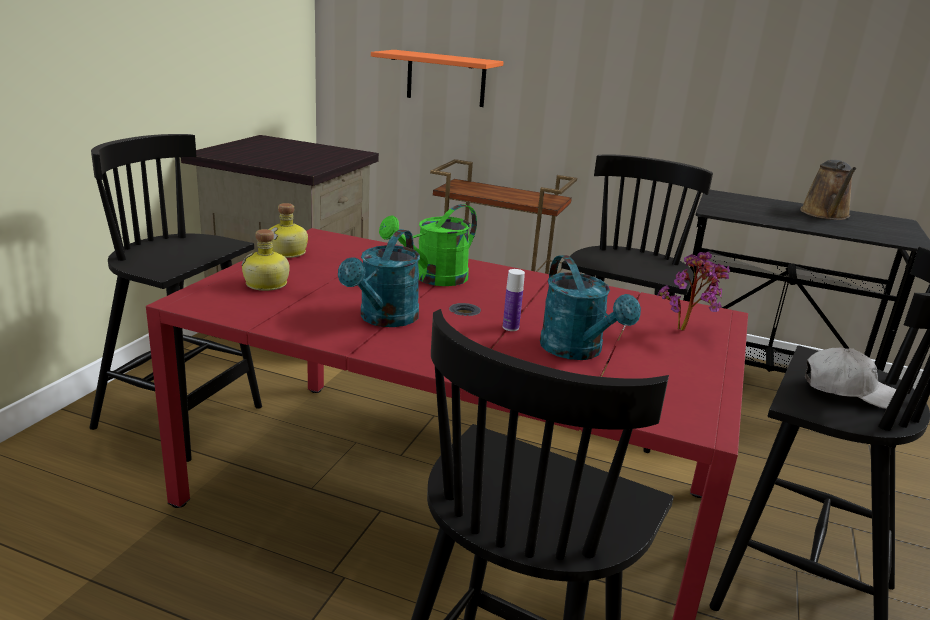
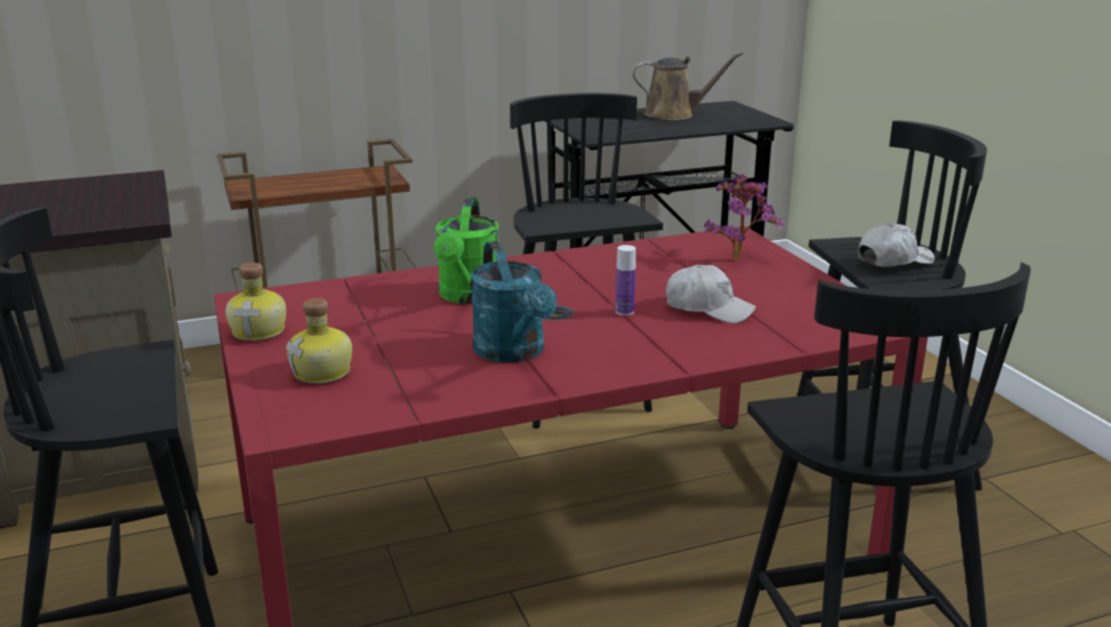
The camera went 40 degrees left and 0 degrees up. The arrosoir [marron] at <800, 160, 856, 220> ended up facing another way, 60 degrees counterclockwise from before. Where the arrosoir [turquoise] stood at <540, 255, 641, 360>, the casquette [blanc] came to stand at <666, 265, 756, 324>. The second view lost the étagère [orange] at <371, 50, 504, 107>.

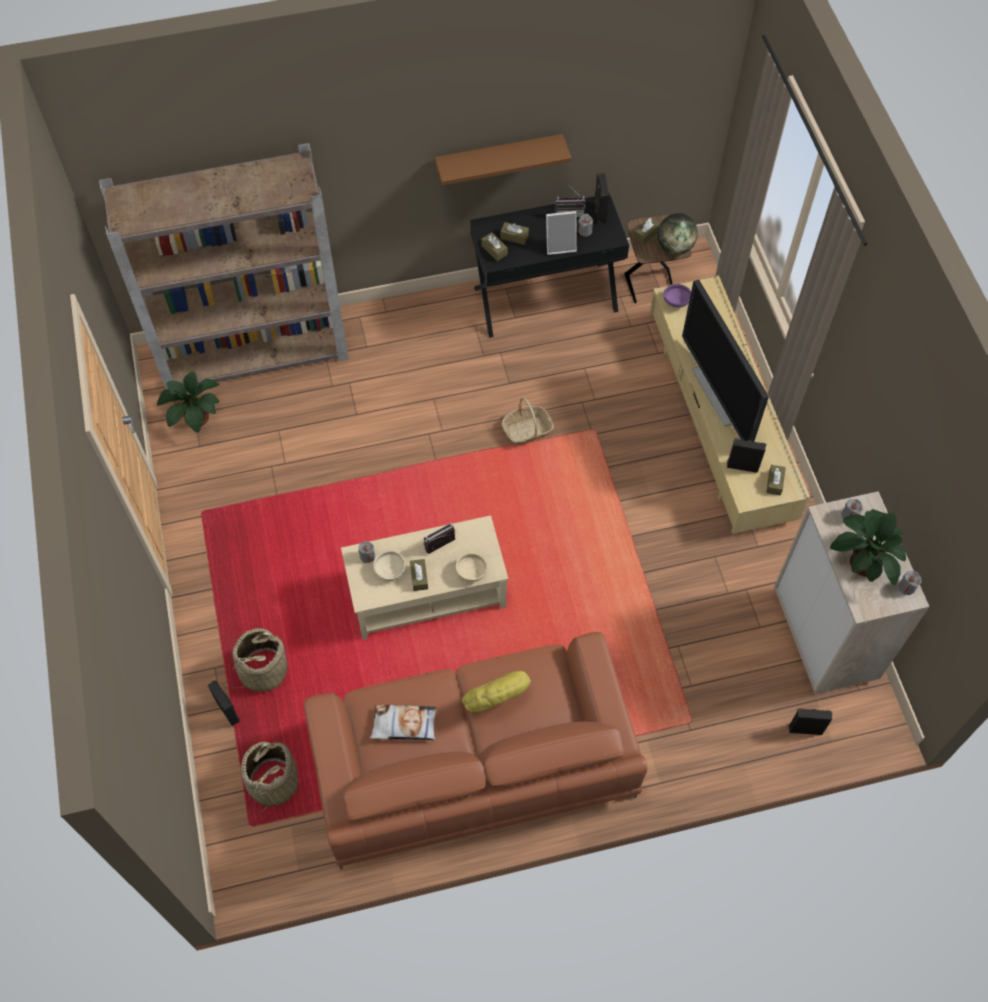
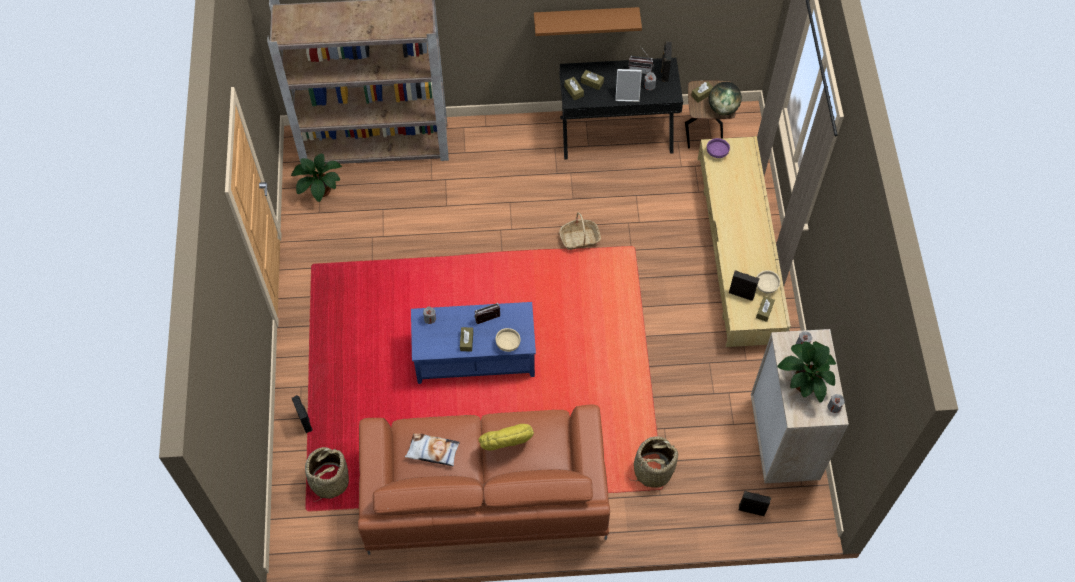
The camera went 10 degrees right and 0 degrees up. What was the table basse [beige] at <341, 515, 508, 640> turned into the table basse [bleu] at <411, 302, 536, 384>. The panier ended up elsewhere, having gone from <228, 628, 288, 692> to <631, 436, 678, 488>. The bol [beige] ended up elsewhere, having gone from <373, 550, 405, 581> to <757, 270, 780, 293>. The second view lost the téléviseur at <682, 280, 769, 442>.

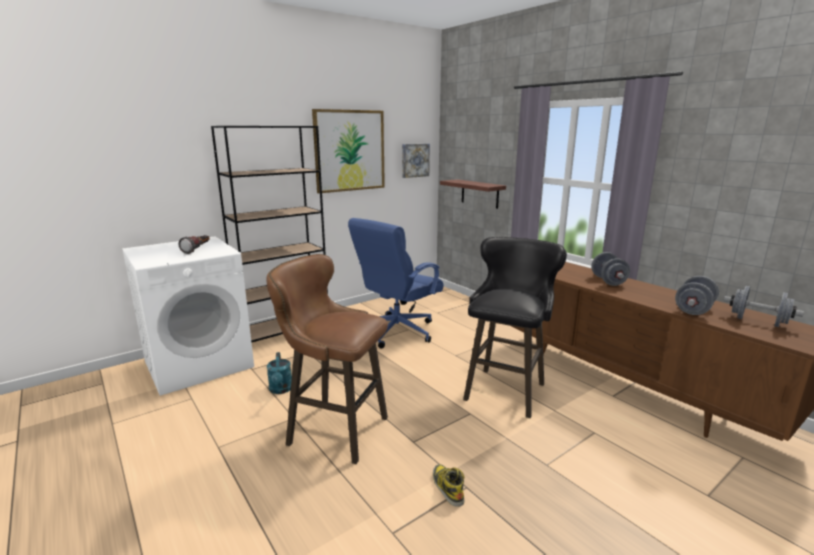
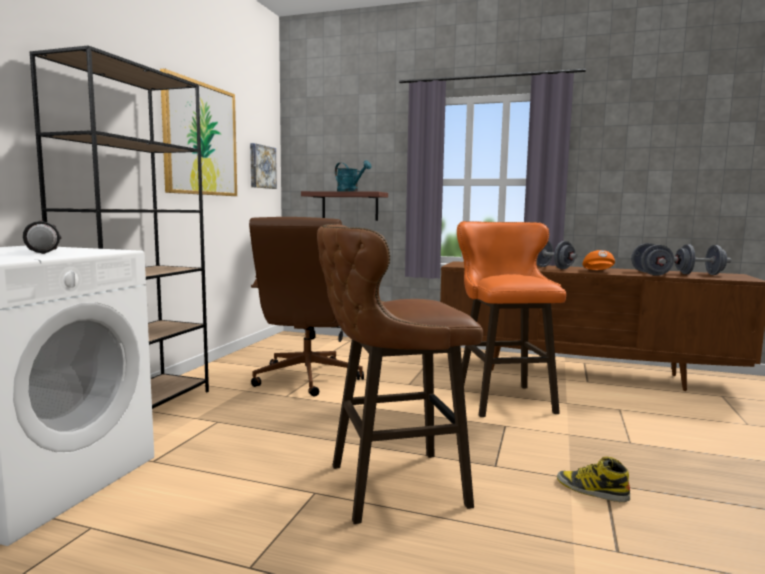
The camera went 35 degrees left and 10 degrees down. What was the chaise de bureau [bleu] at <348, 218, 443, 349> turned into the chaise de bureau [marron] at <249, 217, 364, 397>. The arrosoir [turquoise] ended up elsewhere, having gone from <267, 352, 292, 394> to <335, 160, 371, 192>. What was the tabouret [noir] at <463, 237, 567, 418> turned into the tabouret [orange] at <457, 221, 566, 417>. The second view gained the casquette [orange] at <583, 250, 615, 270>.

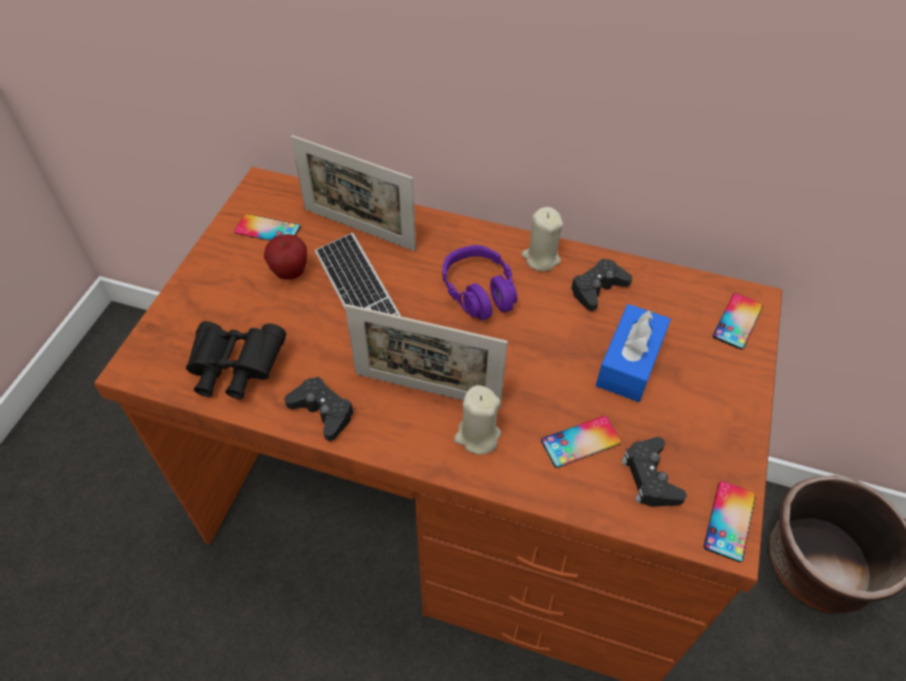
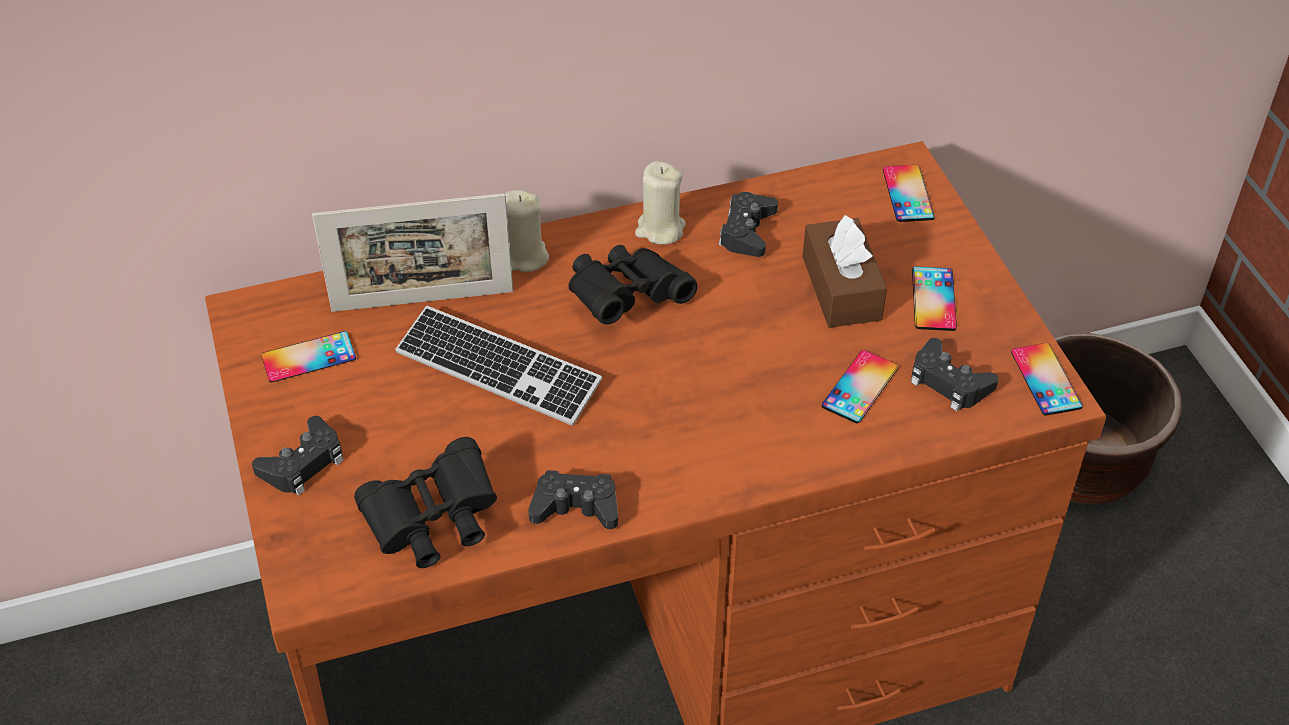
The camera went 35 degrees left and 5 degrees down. The second view gained the manette [noir] at <252, 416, 344, 496>. The bougie [beige] ended up elsewhere, having gone from <454, 385, 501, 454> to <505, 190, 549, 272>. Where the casque audio [violet] stood at <443, 245, 517, 320>, the jumelles [noir] came to stand at <569, 245, 697, 325>. What was the boîte à mouchoirs [bleu] at <596, 304, 671, 402> turned into the boîte à mouchoirs [marron] at <802, 215, 887, 328>. The second view gained the téléphone at <912, 267, 957, 331>. The second view lost the pomme at <264, 234, 307, 280>. The second view lost the cadre photo at <345, 304, 508, 409>.

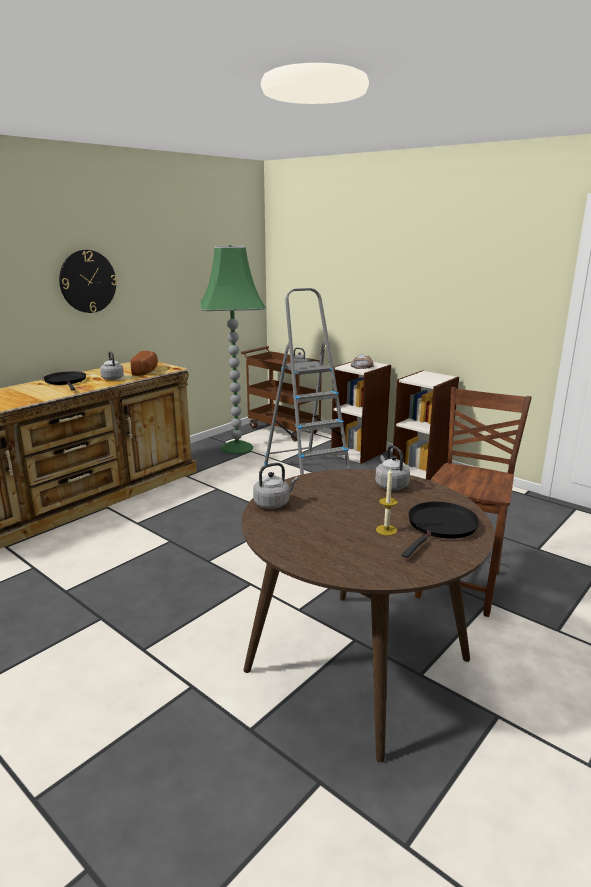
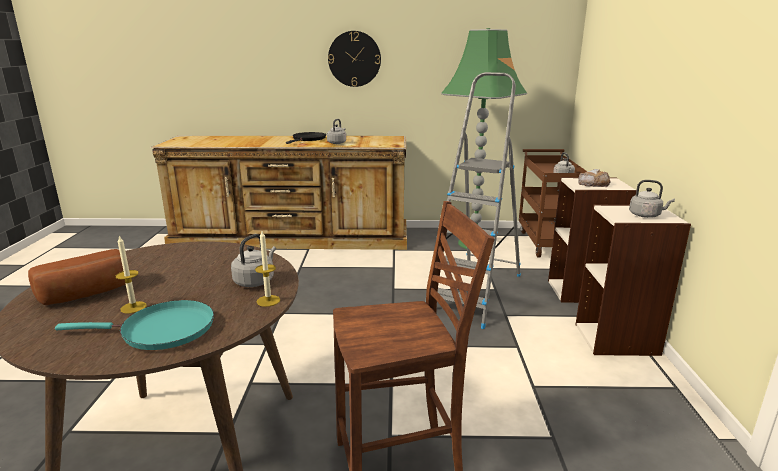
The camera went 50 degrees right and 0 degrees up. The pain ended up elsewhere, having gone from <130, 351, 158, 376> to <28, 249, 125, 305>. What was the poêle [noir] at <402, 501, 480, 558> turned into the poêle [turquoise] at <55, 300, 214, 350>. The second view gained the bougie at <255, 231, 280, 307>. The bouilloire [gris] ended up elsewhere, having gone from <253, 463, 298, 509> to <629, 180, 675, 218>.

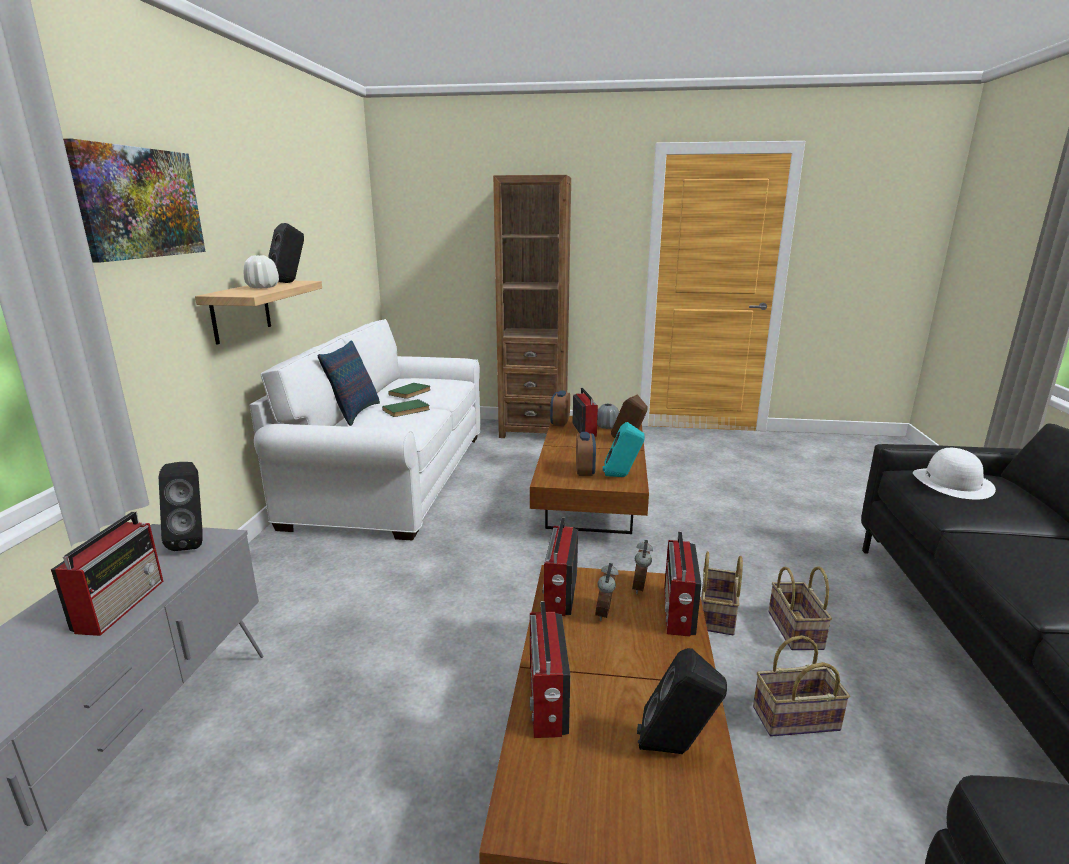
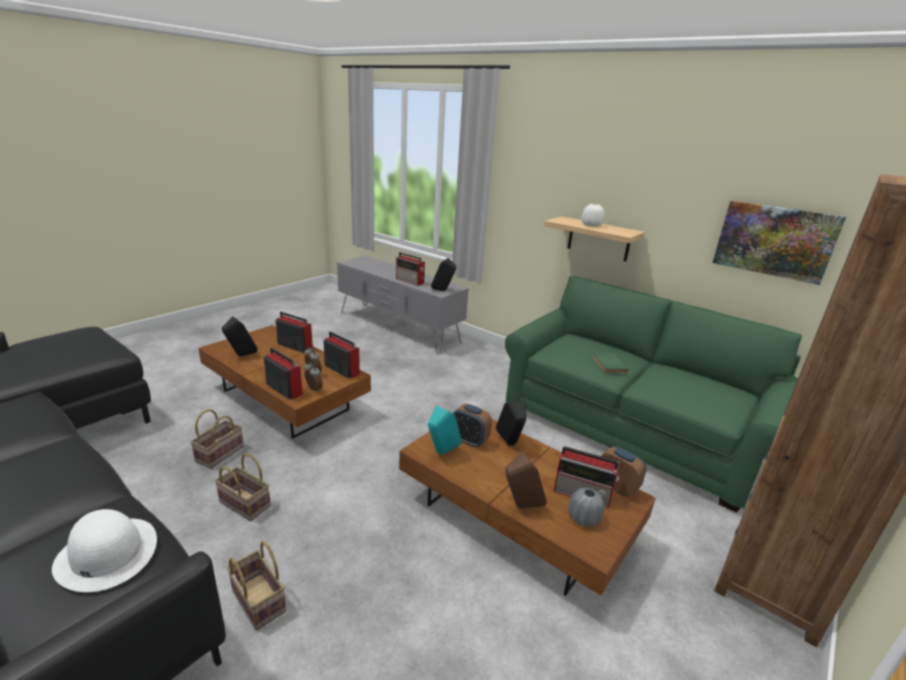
The camera went 120 degrees right and 5 degrees up. The panier ended up elsewhere, having gone from <701, 551, 743, 635> to <227, 541, 286, 630>. The enceinte [noir] ended up elsewhere, having gone from <268, 223, 304, 283> to <496, 401, 526, 446>. What was the canapé [blanc] at <250, 319, 480, 541> turned into the canapé [vert] at <505, 276, 802, 513>. The tableau ended up elsewhere, having gone from <63, 138, 206, 263> to <712, 201, 846, 285>. The second view lost the coussin [bleu] at <318, 341, 380, 426>. The second view lost the livre [vert] at <388, 383, 430, 399>.

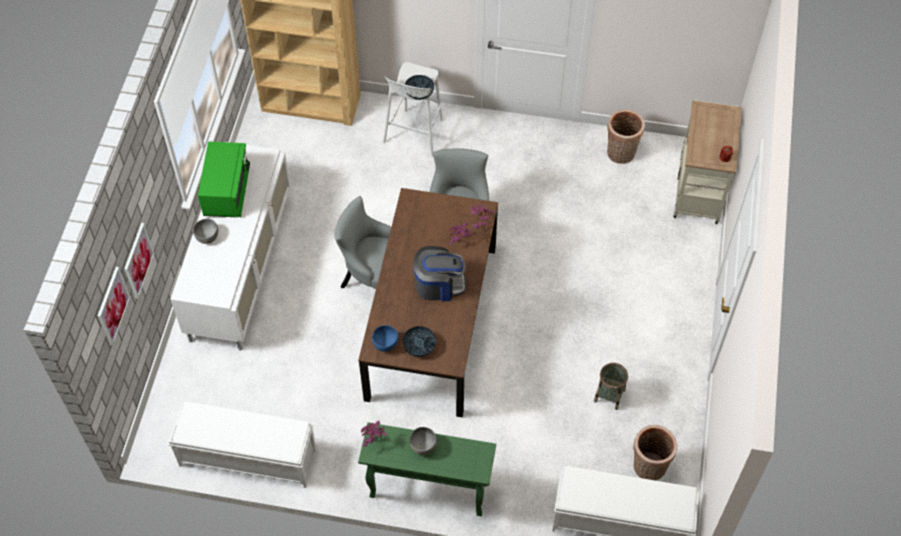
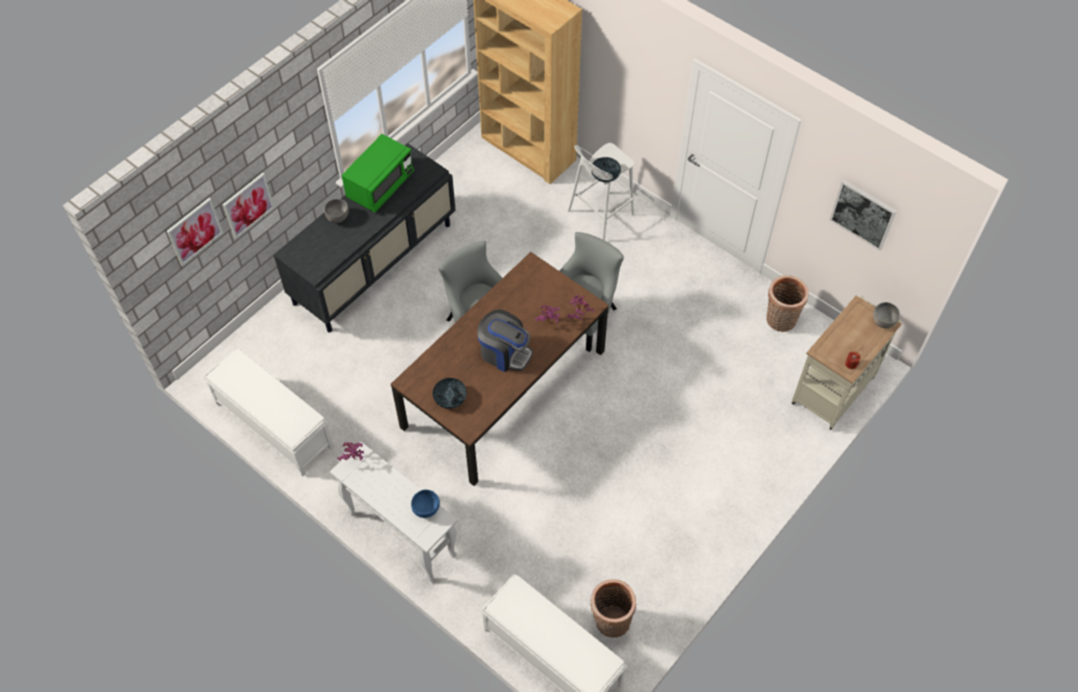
The camera went 30 degrees right and 0 degrees up. What was the meuble de rangement [blanc] at <170, 145, 291, 351> turned into the meuble de rangement [noir] at <274, 143, 456, 332>. What was the table console [vert] at <358, 422, 496, 516> turned into the table console [blanc] at <330, 442, 458, 582>. The bol [bleu] ended up elsewhere, having gone from <372, 325, 398, 352> to <411, 490, 440, 518>. The second view gained the tableau at <830, 180, 897, 251>. The bol [gris] ended up elsewhere, having gone from <409, 427, 437, 455> to <873, 302, 900, 328>. The second view lost the panier at <594, 363, 628, 410>.

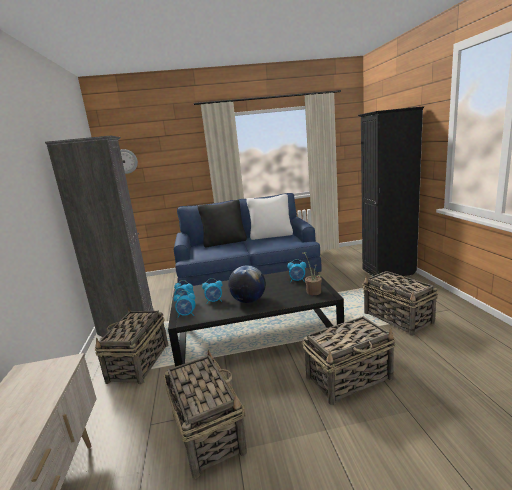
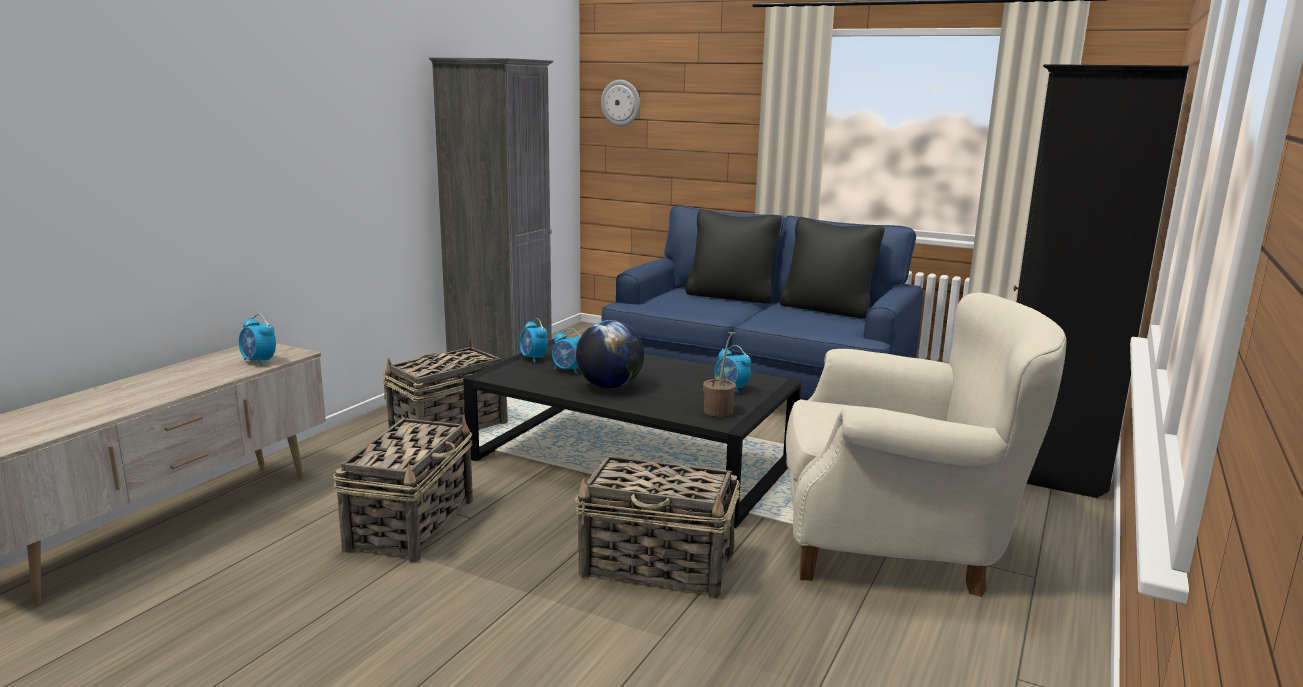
The camera went 35 degrees right and 0 degrees up. The réveil ended up elsewhere, having gone from <174, 290, 195, 317> to <239, 314, 276, 366>. What was the coussin [blanc] at <246, 194, 293, 240> turned into the coussin [noir] at <779, 217, 885, 319>. Where the panier stood at <362, 271, 438, 336>, the fauteuil [beige] came to stand at <786, 292, 1066, 597>.

